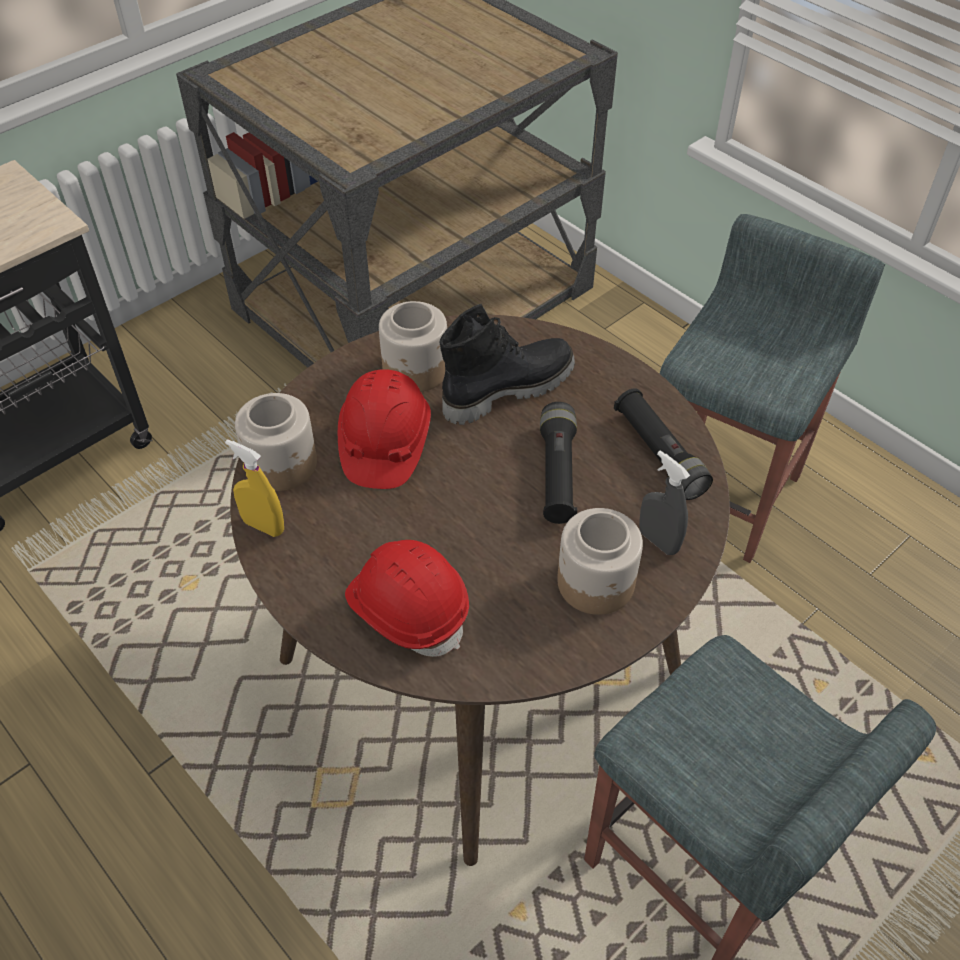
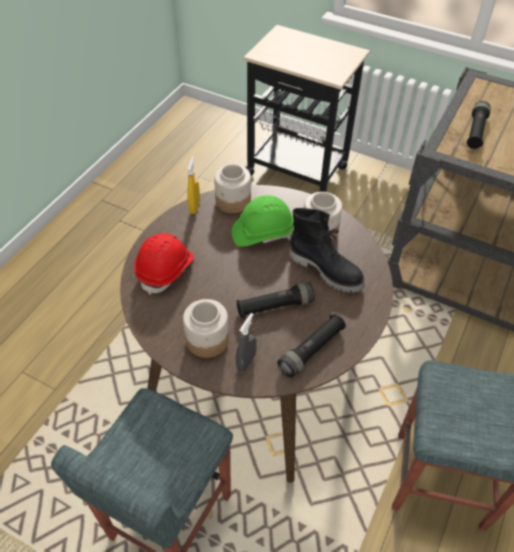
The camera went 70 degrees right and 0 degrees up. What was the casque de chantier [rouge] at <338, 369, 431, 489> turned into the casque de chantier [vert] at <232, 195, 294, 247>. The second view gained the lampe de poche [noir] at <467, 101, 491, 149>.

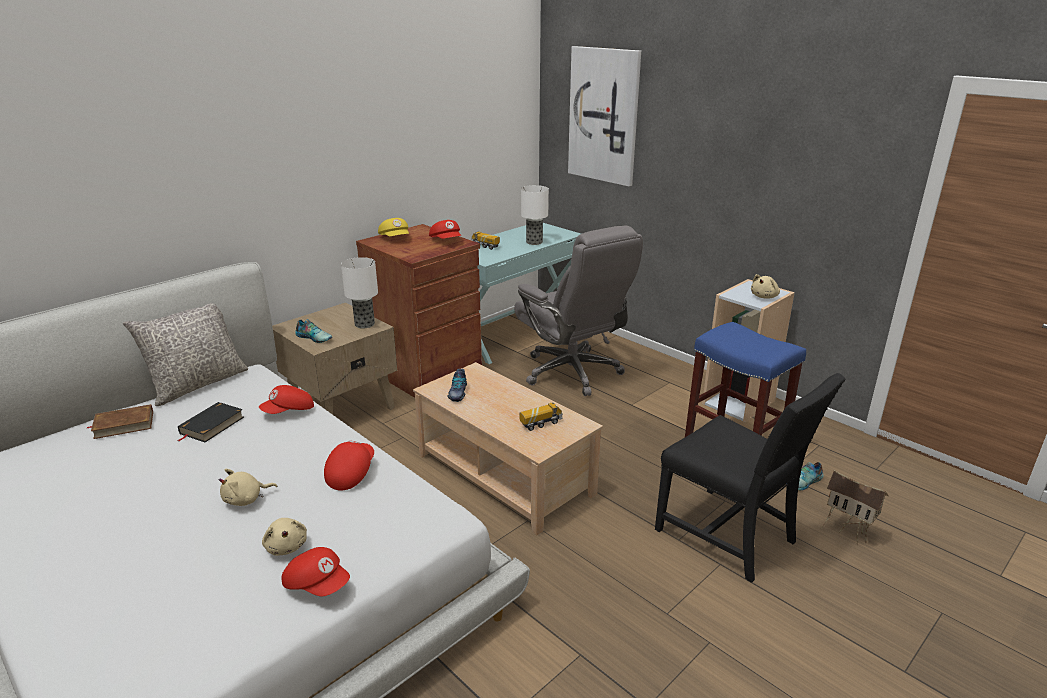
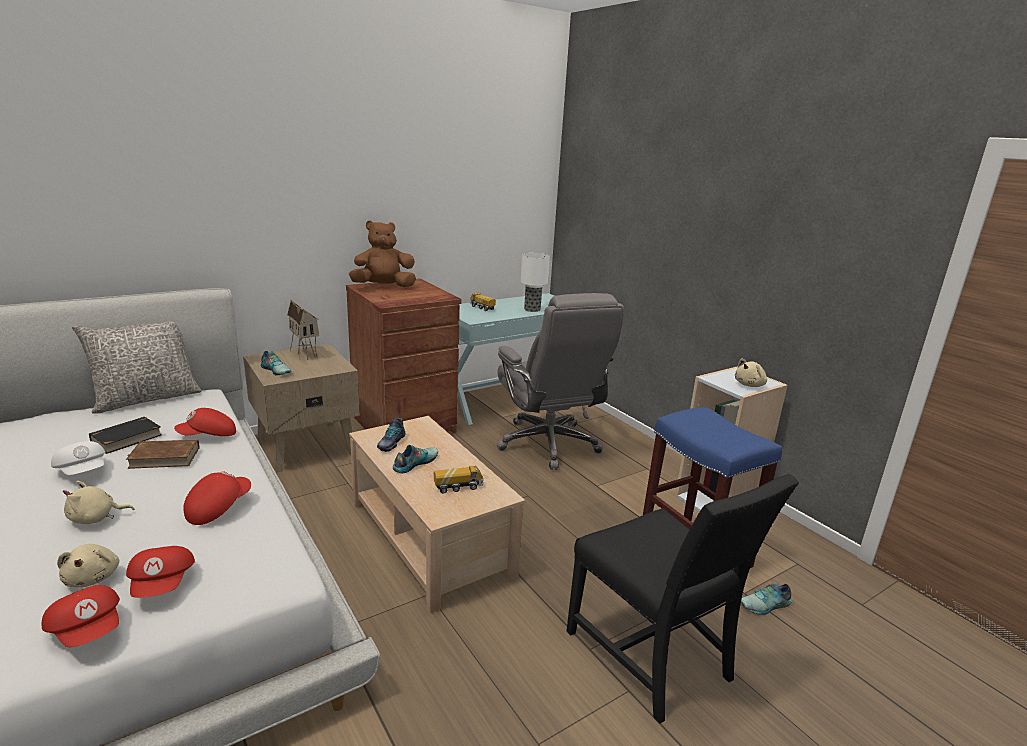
The camera went 10 degrees right and 5 degrees down. The second view gained the casquette [blanc] at <51, 441, 105, 475>. The livre [marron] ended up elsewhere, having gone from <87, 404, 153, 439> to <126, 439, 199, 469>. The casquette [rouge] ended up elsewhere, having gone from <429, 220, 461, 239> to <126, 546, 195, 598>. The maison miniature ended up elsewhere, having gone from <821, 470, 889, 545> to <287, 300, 319, 360>. Where the casquette [jaune] stood at <378, 218, 409, 236>, the peluche [marron] came to stand at <349, 220, 416, 287>. The second view gained the chaussure at <393, 445, 438, 473>. The second view lost the lampe de table at <341, 257, 378, 328>. The second view lost the tableau at <568, 46, 641, 186>.

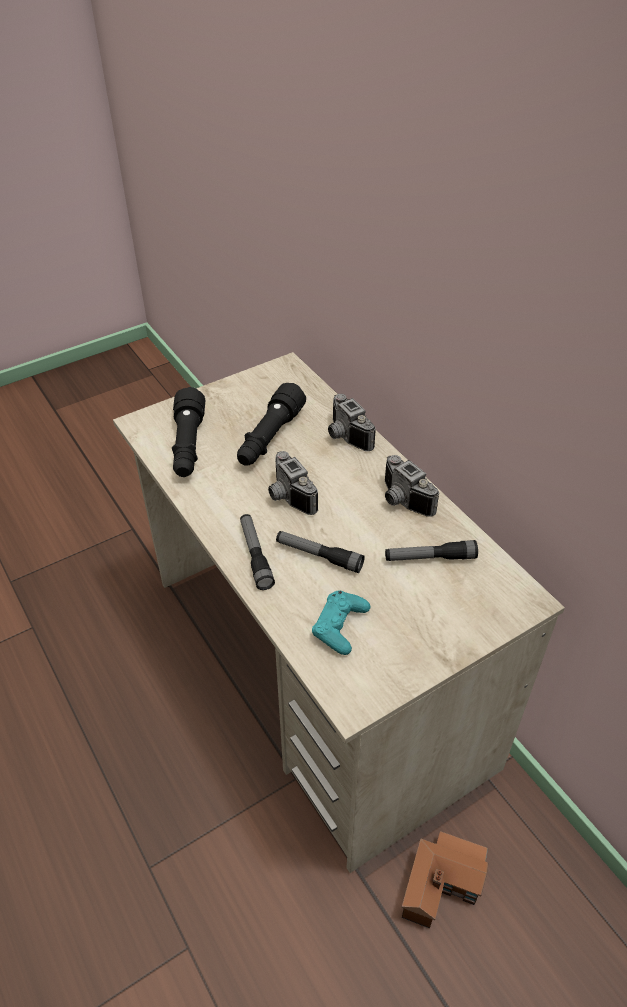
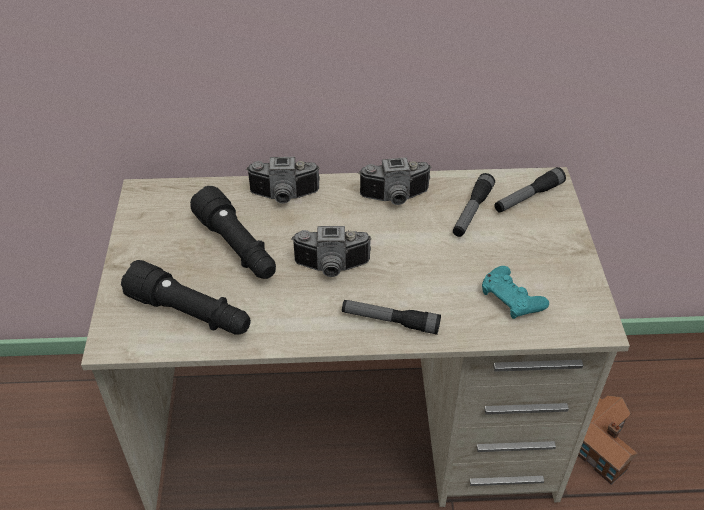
The camera went 60 degrees left and 0 degrees up. The lampe de poche ended up elsewhere, having gone from <276, 531, 365, 573> to <494, 167, 566, 213>.

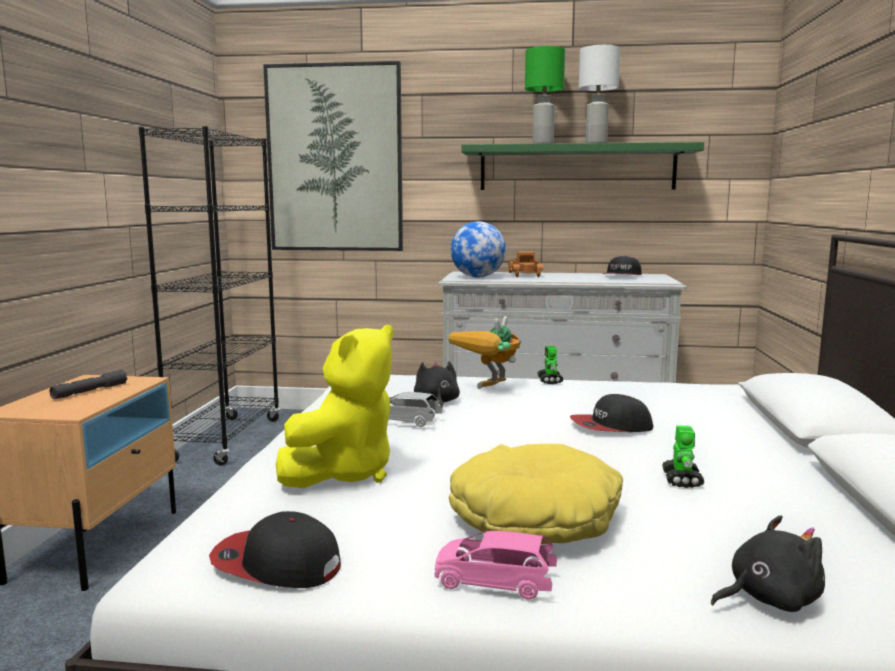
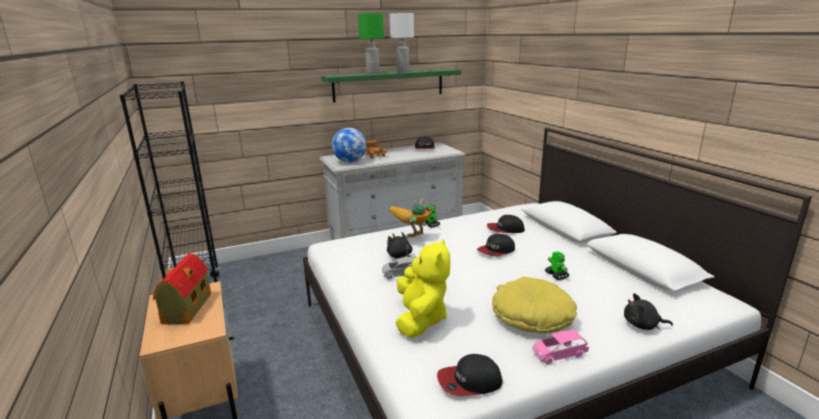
The camera went 30 degrees left and 10 degrees up. Where the lampe de poche [gris] stood at <49, 370, 127, 399>, the maison miniature came to stand at <153, 254, 211, 324>. The robot jouet at <448, 316, 521, 389> ended up facing another way, 45 degrees clockwise from before. The second view gained the casquette at <487, 215, 525, 233>. The peluche [noir] at <711, 515, 825, 612> ended up facing another way, 120 degrees counterclockwise from before. The second view lost the tableau at <263, 61, 403, 251>.

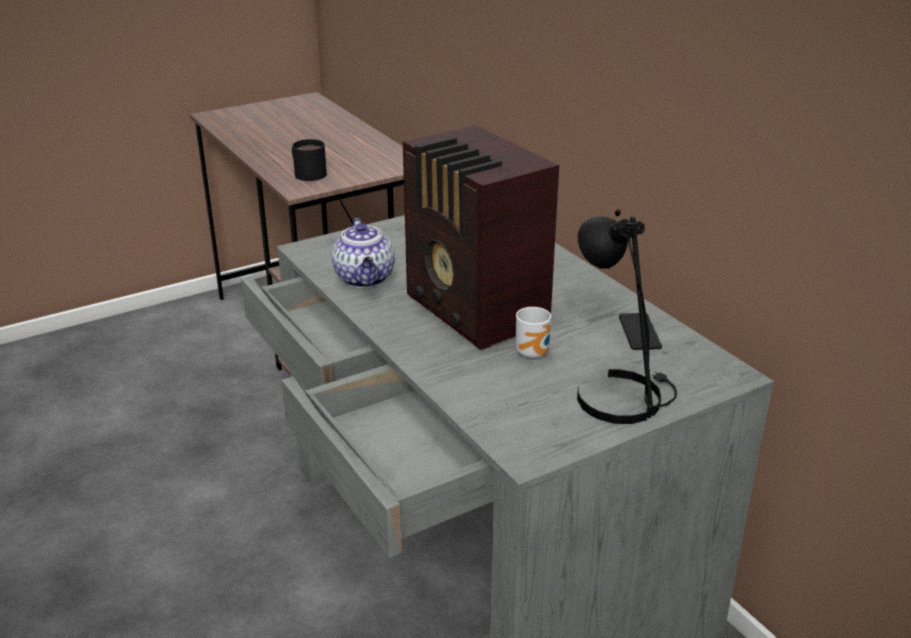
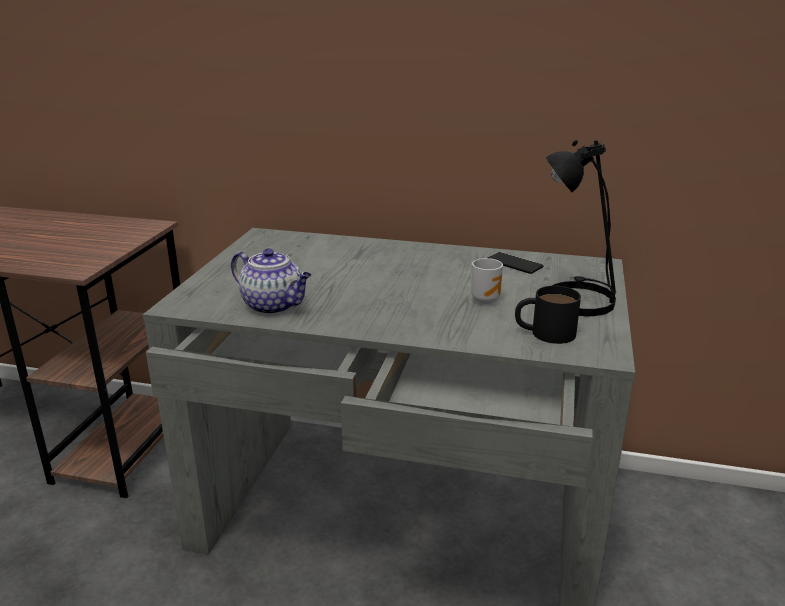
The camera went 45 degrees left and 5 degrees down. The mug [noir] ended up elsewhere, having gone from <292, 139, 327, 181> to <515, 286, 581, 344>. The second view lost the radio at <402, 125, 559, 350>.

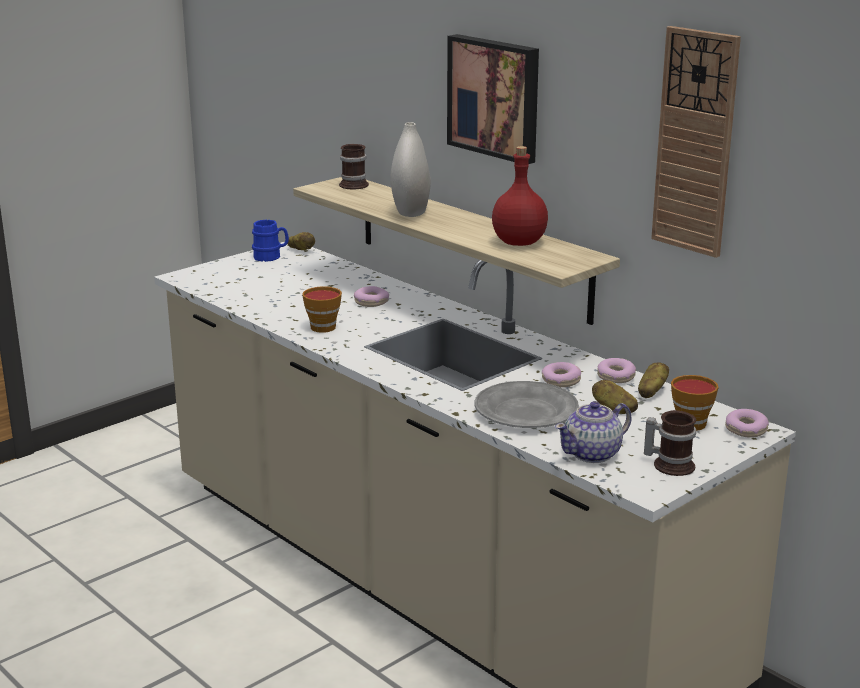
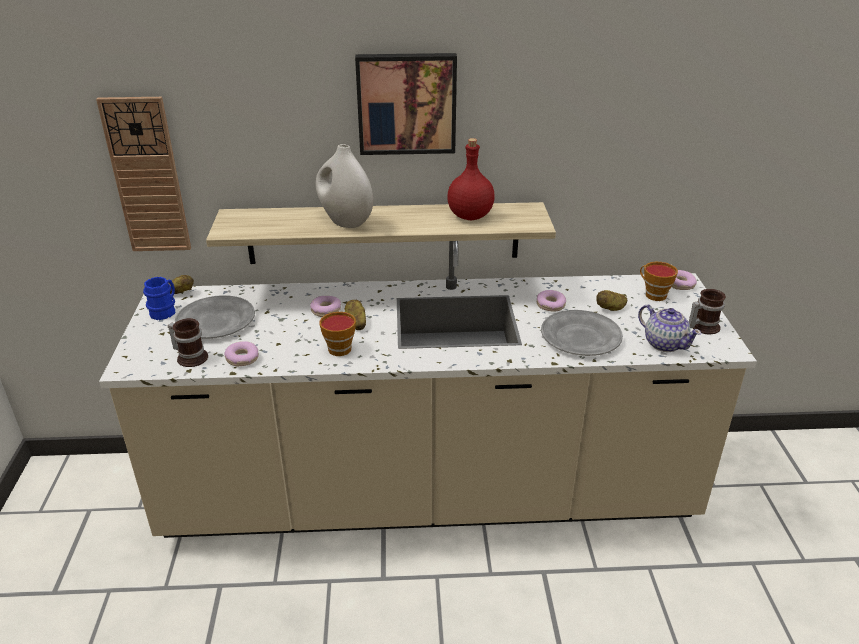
The camera went 50 degrees left and 10 degrees up. The horloge murale ended up elsewhere, having gone from <651, 26, 741, 258> to <96, 97, 191, 251>. The mug ended up elsewhere, having gone from <339, 144, 369, 189> to <167, 318, 208, 367>. The second view gained the assiette [gris] at <175, 295, 255, 339>. The beignet ended up elsewhere, having gone from <597, 358, 636, 383> to <224, 341, 259, 366>. The pomme de terre ended up elsewhere, having gone from <638, 363, 669, 398> to <345, 300, 366, 330>. The théière at <555, 401, 631, 463> ended up facing another way, 45 degrees counterclockwise from before.

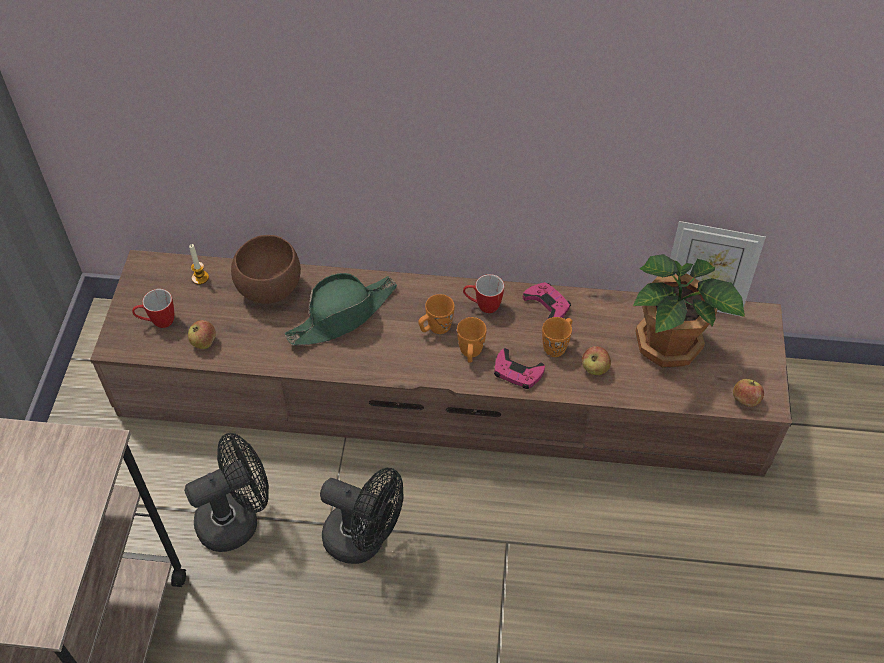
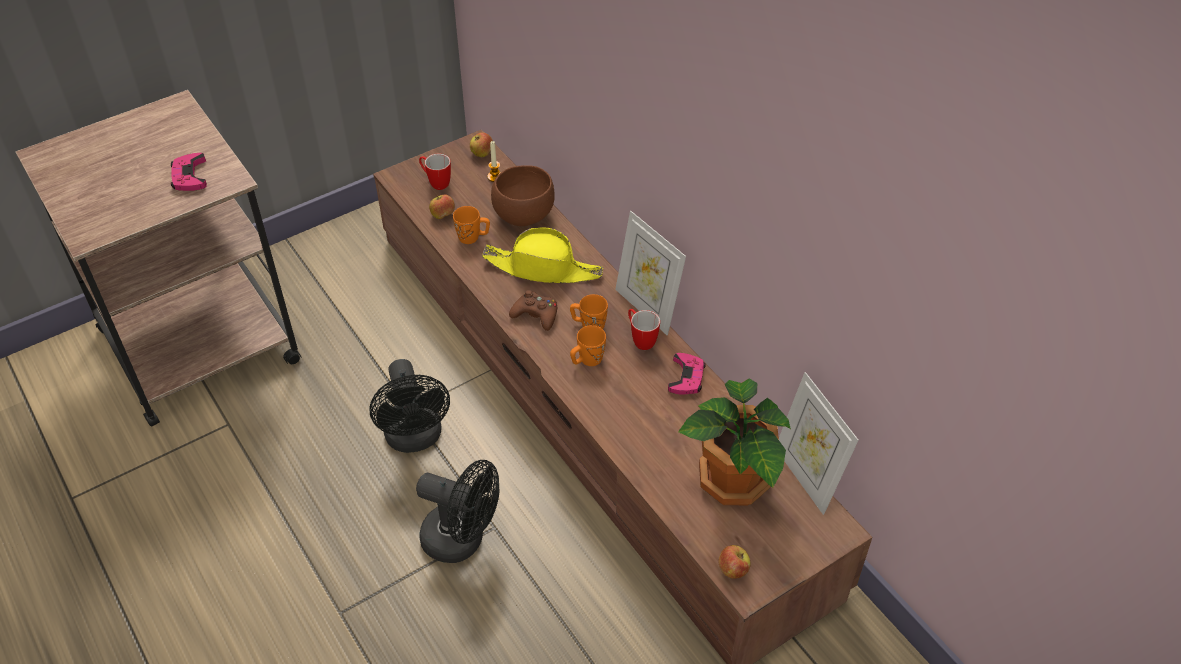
The camera went 50 degrees right and 5 degrees down. The manette [rose] ended up elsewhere, having gone from <494, 348, 545, 389> to <171, 153, 207, 191>. The ventilateur [noir] ended up elsewhere, having gone from <184, 433, 269, 552> to <416, 460, 499, 563>. The mug [orange] ended up elsewhere, having gone from <542, 317, 572, 357> to <453, 206, 490, 244>. The pomme ended up elsewhere, having gone from <582, 346, 611, 375> to <470, 132, 493, 157>. What was the chapeau [vert] at <285, 273, 397, 346> turned into the chapeau [jaune] at <482, 227, 603, 283>. The second view gained the manette [marron] at <509, 290, 557, 331>. The second view gained the cadre photo at <615, 211, 686, 335>.

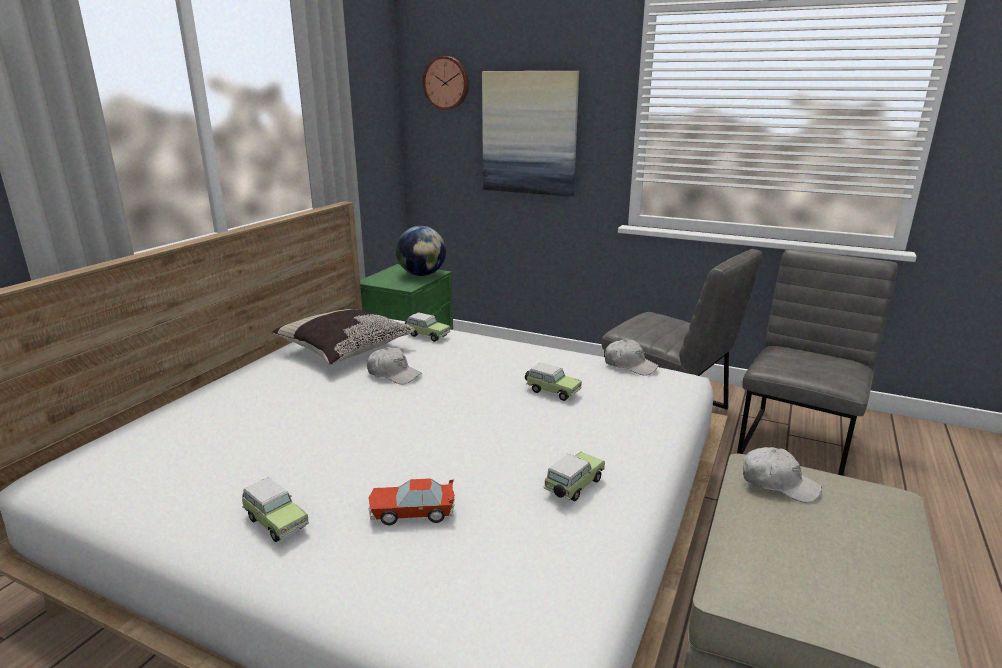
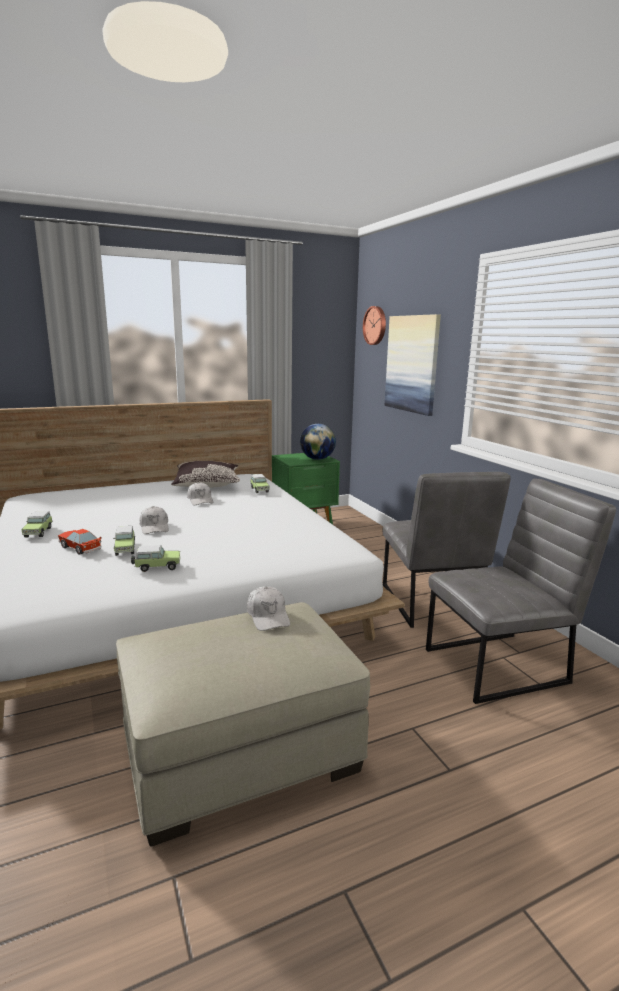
The camera went 40 degrees right and 5 degrees down. The petite voiture ended up elsewhere, having gone from <525, 363, 582, 401> to <113, 526, 135, 556>. The casquette [blanc] ended up elsewhere, having gone from <605, 339, 659, 376> to <140, 506, 168, 534>.

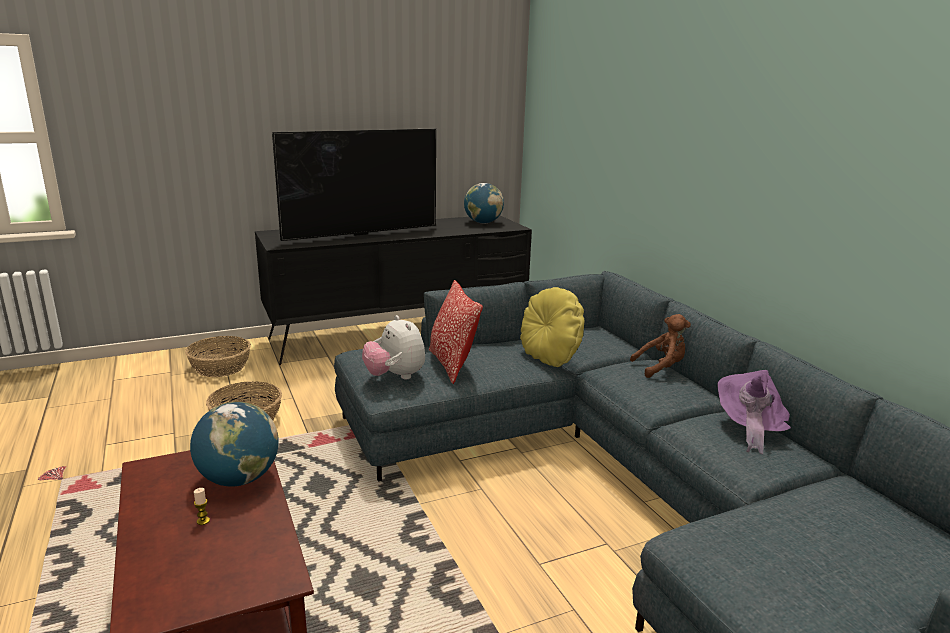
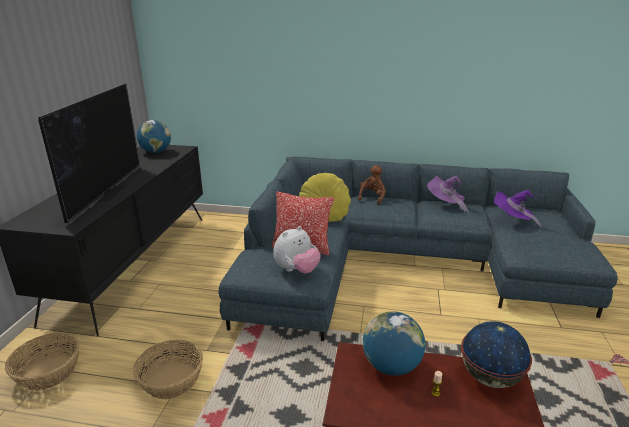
The camera went 55 degrees left and 5 degrees up. The peluche at <362, 315, 425, 379> ended up facing another way, 45 degrees counterclockwise from before. The second view gained the globe at <461, 321, 532, 388>. The second view gained the chapeau [violet] at <494, 190, 541, 229>.

